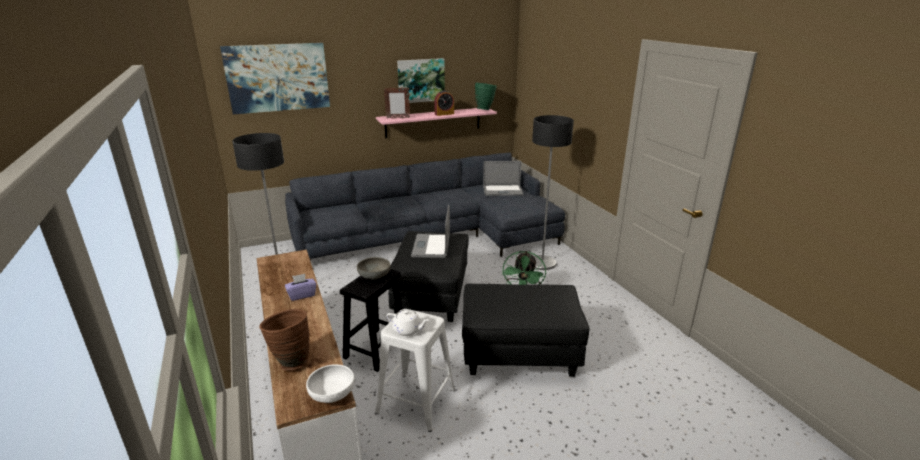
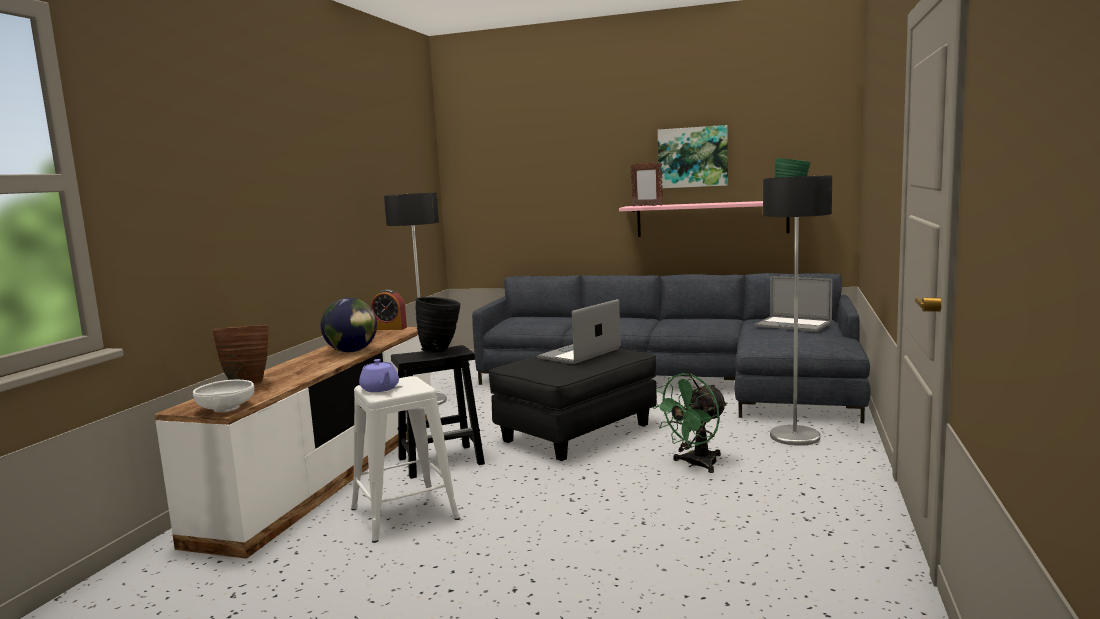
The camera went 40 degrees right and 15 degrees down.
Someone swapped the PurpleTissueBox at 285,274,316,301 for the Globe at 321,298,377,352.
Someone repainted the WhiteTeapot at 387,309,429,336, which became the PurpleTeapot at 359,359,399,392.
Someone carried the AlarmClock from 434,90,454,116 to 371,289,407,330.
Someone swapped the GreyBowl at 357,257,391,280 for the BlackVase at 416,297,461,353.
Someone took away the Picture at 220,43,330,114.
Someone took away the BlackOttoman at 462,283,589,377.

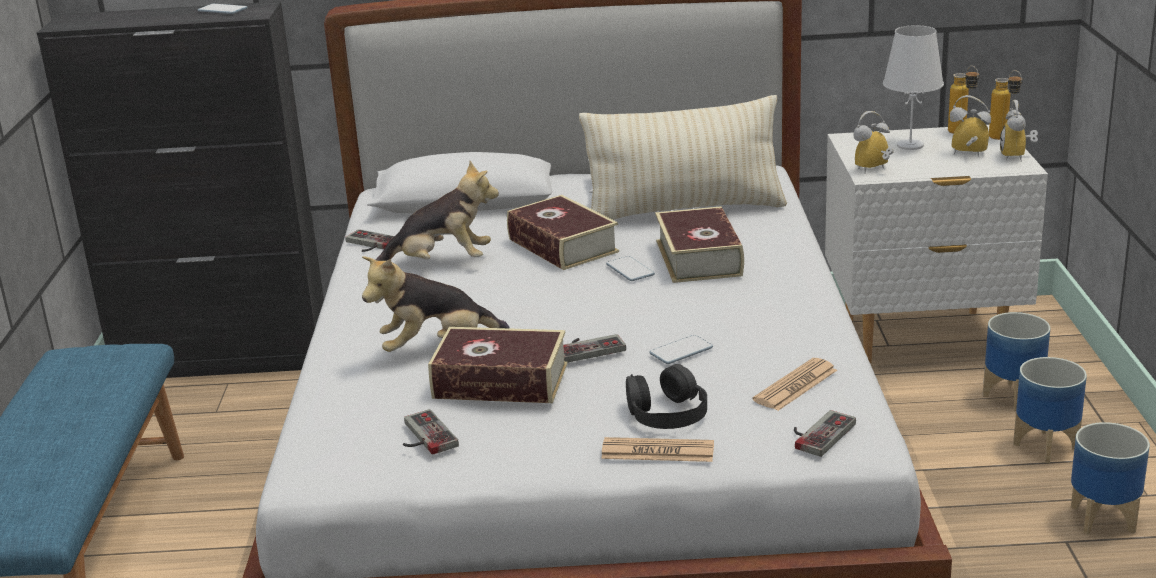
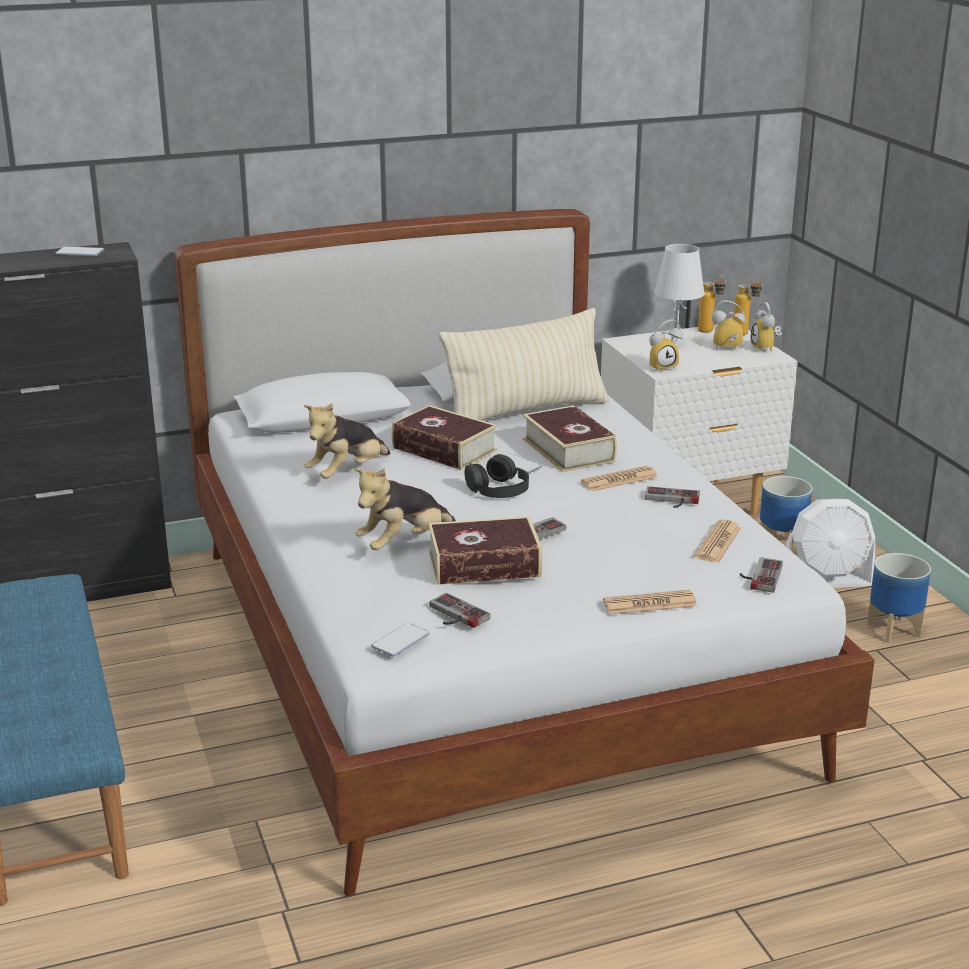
The camera went 20 degrees left and 0 degrees up.
Someone rotated the PlushToy at 375,161,499,261 by 150 degrees clockwise.
Someone carried the Phone from 649,335,713,364 to 371,623,430,656.
Someone carried the BlackHeadphones from 626,364,707,429 to 465,454,529,498.
Someone put down the Newspaper at 581,466,658,491.
Someone carried the GameController from 345,229,394,252 to 645,486,700,508.
Someone rotated the AlarmClock at 853,111,894,173 by 150 degrees counterclockwise.
Someone swapped the Planter at 1013,357,1087,463 for the WhiteFan at 785,499,875,588.

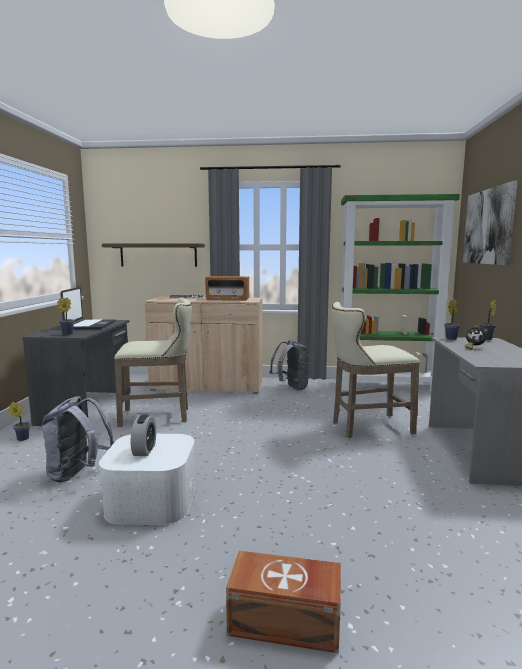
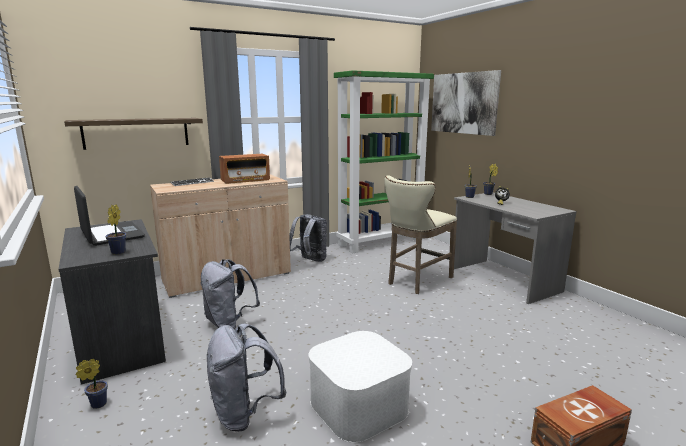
The camera went 35 degrees left and 5 degrees up.
Someone swapped the BeigeStool at 114,298,192,427 for the GreyBackpack at 201,259,260,329.
Someone took away the AlarmClock at 131,415,156,456.

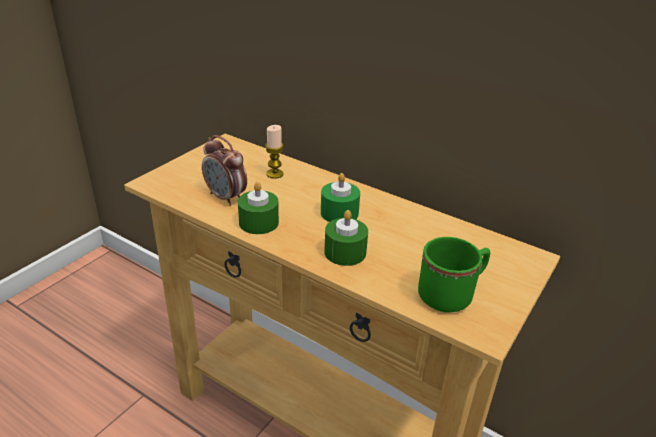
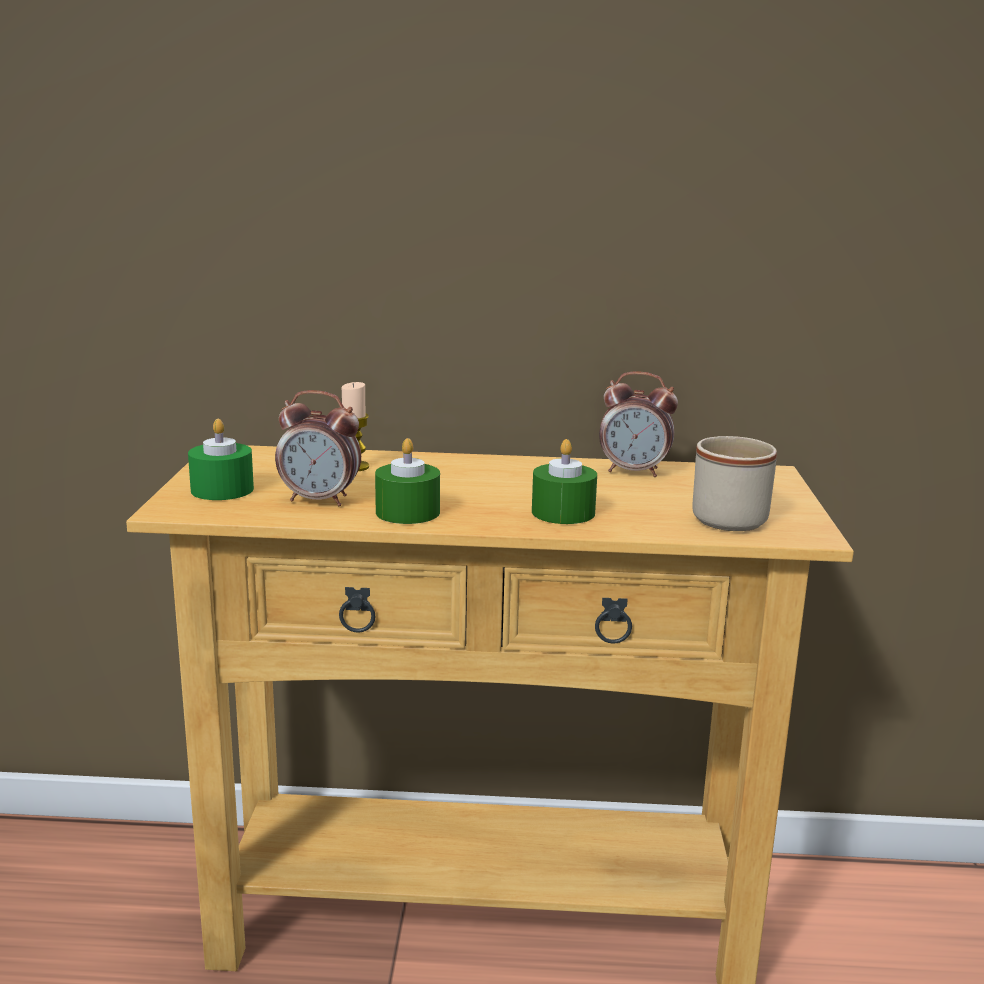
The camera went 30 degrees left and 15 degrees down.
Someone carried the GreenCandle from 321,173,360,222 to 188,419,254,500.
Someone put down the AlarmClock at 599,371,678,477.
Someone repainted the GreenMug at 418,237,490,312, which became the BeigeMug at 692,436,777,531.

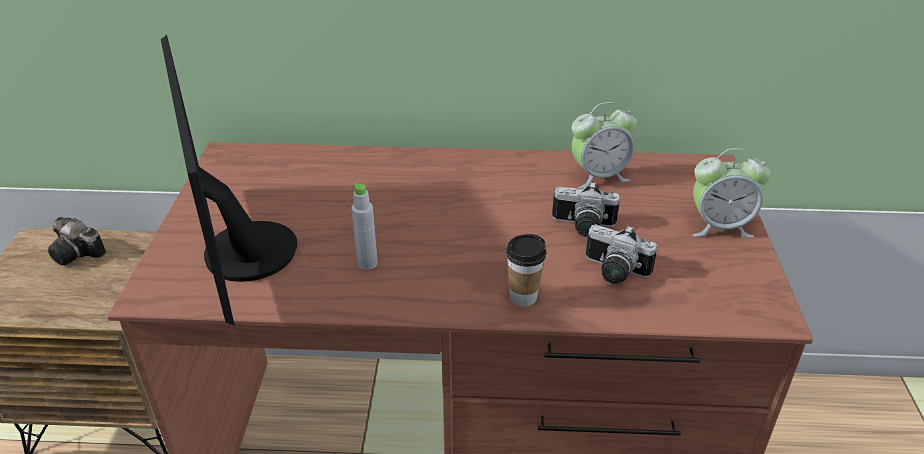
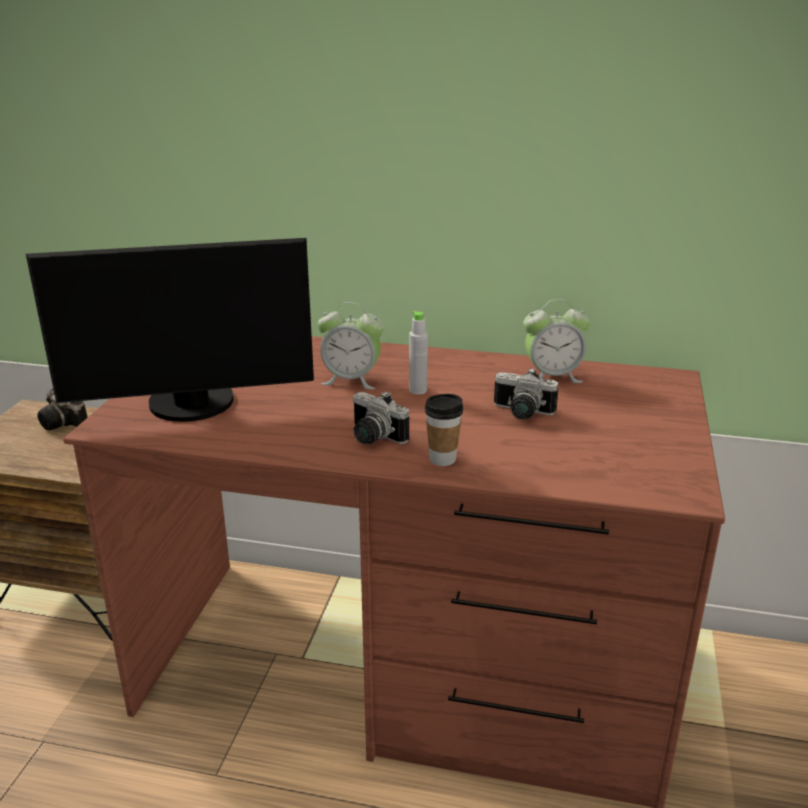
The camera went 10 degrees right and 10 degrees down.
Someone rotated the Monitor at 161,35,298,326 by 90 degrees counterclockwise.
Someone carried the AlarmClock from 693,148,771,238 to 318,302,384,389.
Someone carried the PhotoCamera from 586,225,657,284 to 352,391,409,444.
Someone carried the GreyBottle from 351,183,378,270 to 409,311,428,394.

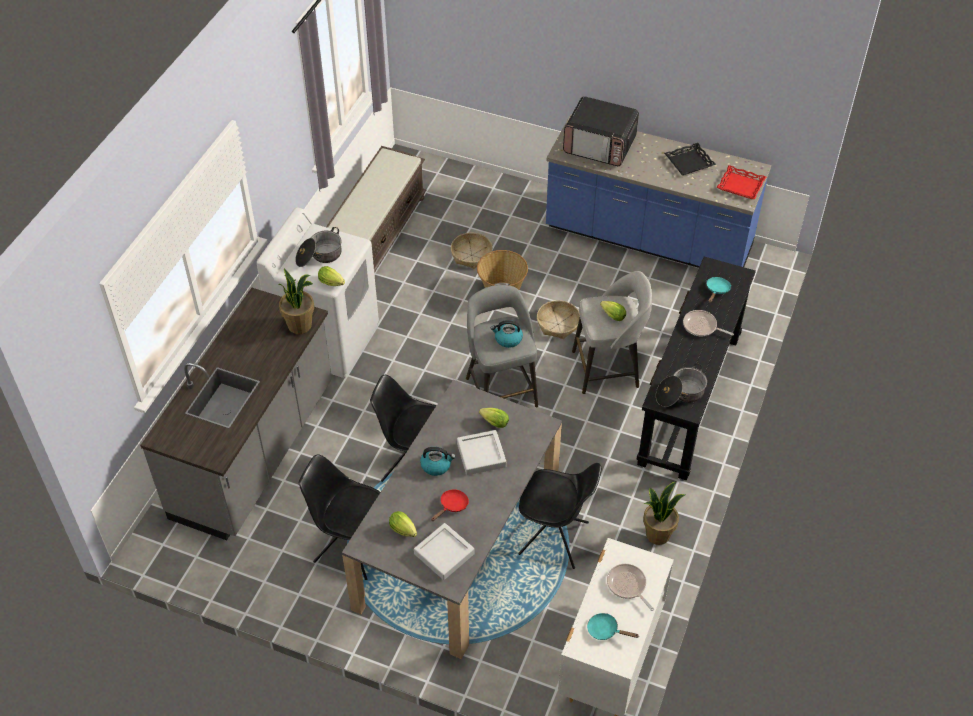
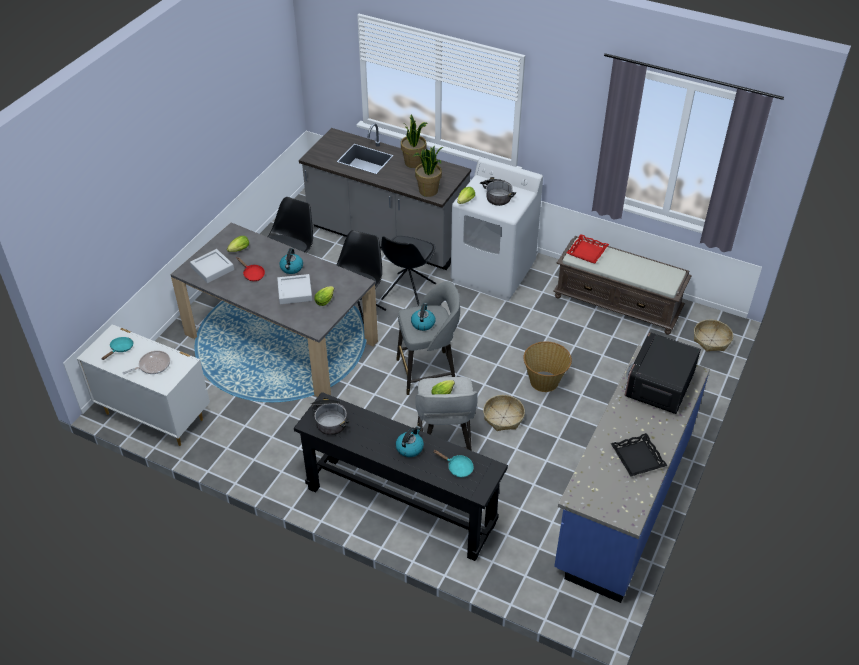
The camera went 95 degrees right and 5 degrees down.
Someone carried the BlackChair from 518,463,601,569 to 381,235,436,305.
Someone swapped the FryingPan at 683,310,734,336 for the Kettle at 396,426,424,457.
Someone carried the PottedPlant from 643,481,685,545 to 401,114,428,168.
Someone carried the RedTray from 717,165,766,199 to 567,234,609,263.
Someone carried the Basket from 451,233,492,269 to 694,320,733,352.

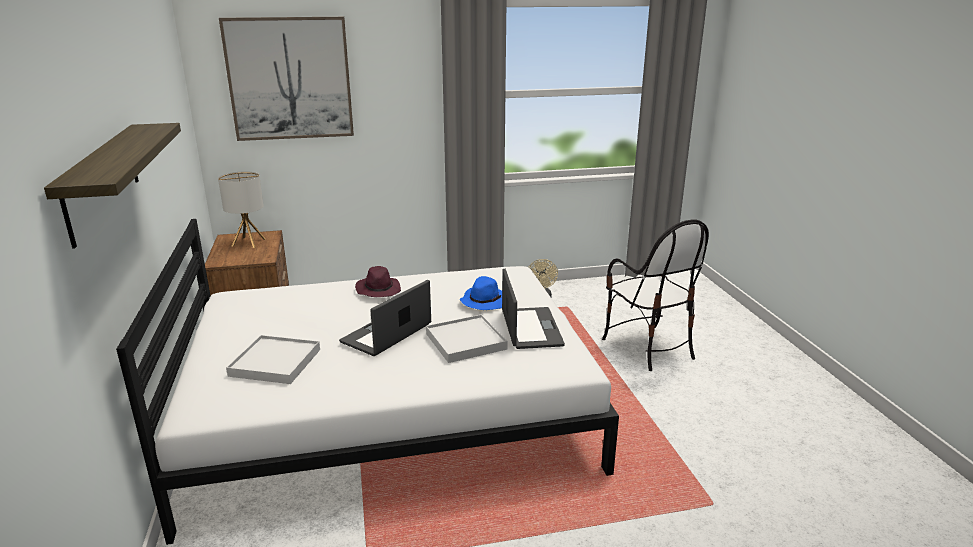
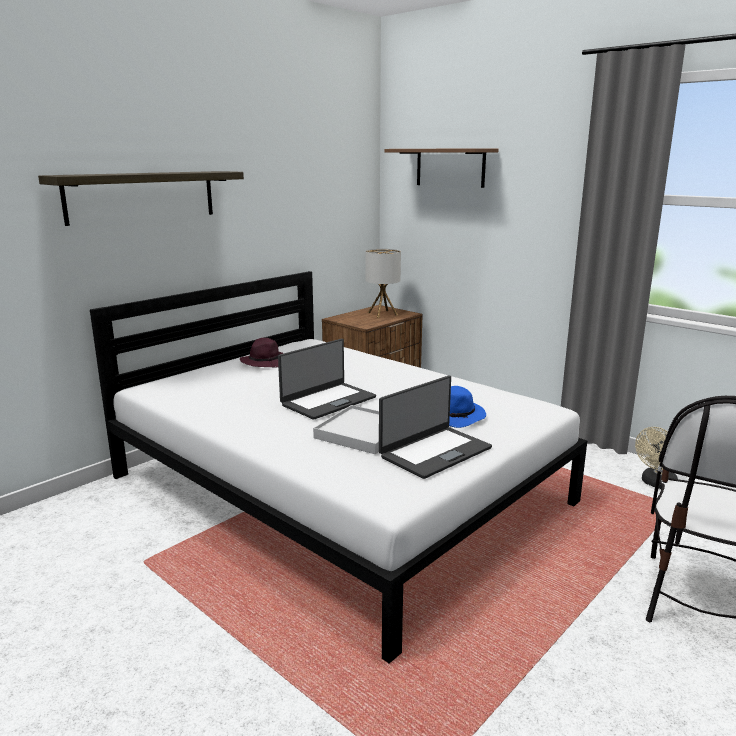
The camera went 55 degrees right and 5 degrees down.
Someone carried the PurpleHat from 355,266,401,297 to 240,338,284,368.
Someone rotated the Laptop at 339,280,431,356 by 135 degrees clockwise.
Someone swapped the Picture at 219,17,354,141 for the BrownShelf at 385,148,499,188.
Someone took away the WhiteTray at 226,335,320,384.

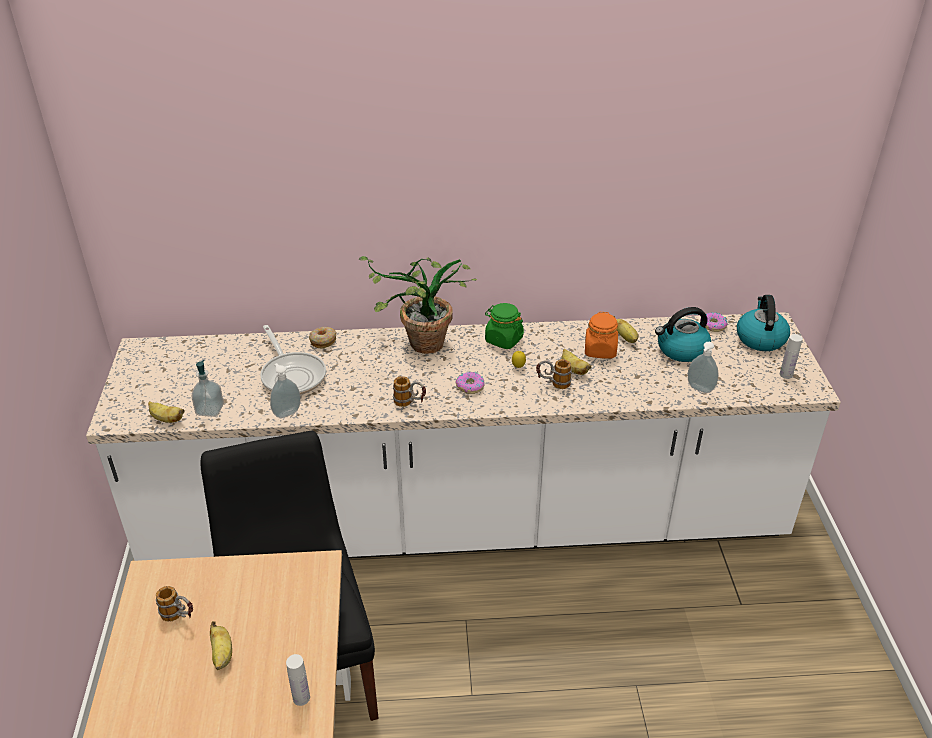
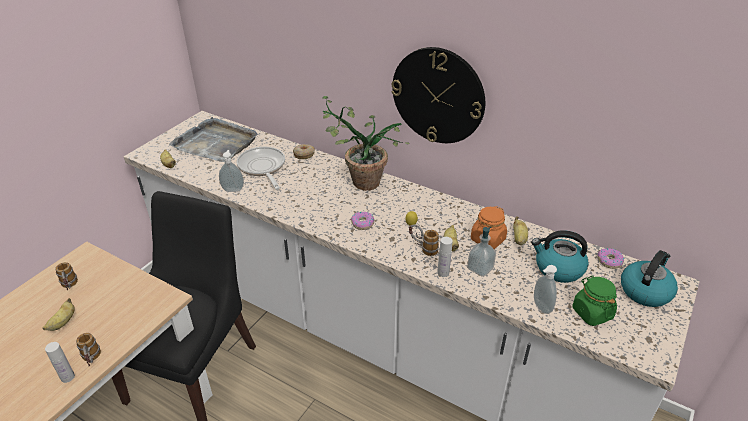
The camera went 35 degrees right and 0 degrees up.
Someone carried the Mug from 393,376,426,407 to 76,333,101,366.
Someone put down the GreyTray at 169,117,257,162.
Someone rotated the FryingPan at 260,325,326,395 by 150 degrees clockwise.
Someone put up the WallClock at 391,47,485,143.
Someone carried the WhiteBottle from 780,334,803,379 to 437,237,453,277.
Someone carried the SoapDispenser from 192,360,224,417 to 467,227,496,277.
Someone carried the GreenJar from 485,303,524,349 to 572,276,617,326.

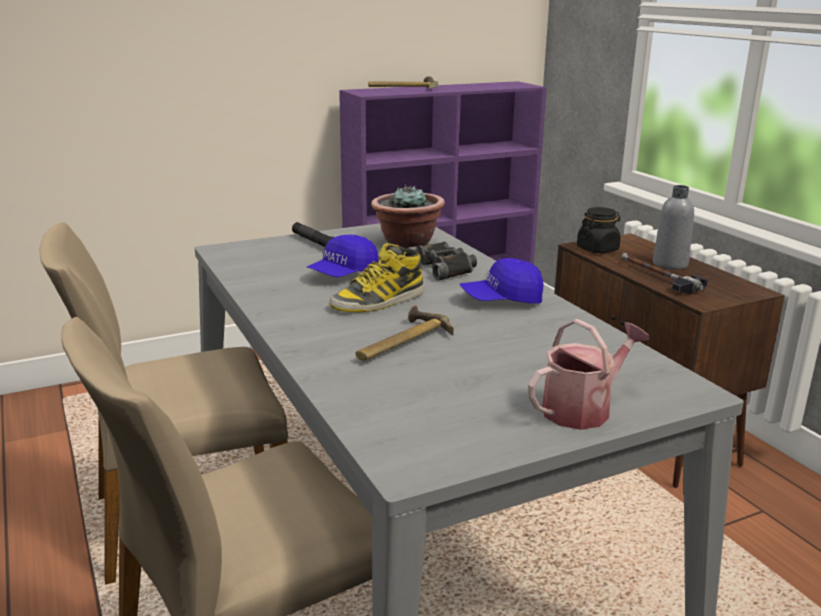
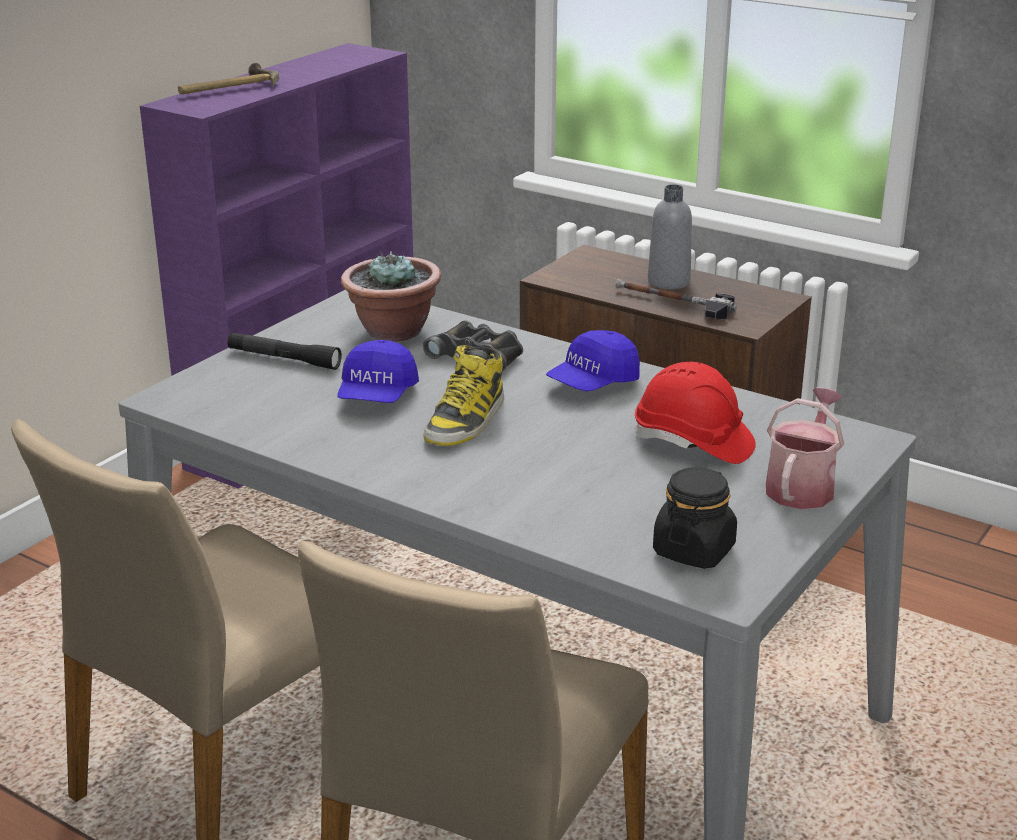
The camera went 30 degrees left and 5 degrees up.
Someone put down the RedHardHat at 635,362,756,464.
Someone carried the BlackJar from 577,207,621,253 to 653,467,737,569.
Someone took away the Hammer at 356,305,454,361.

